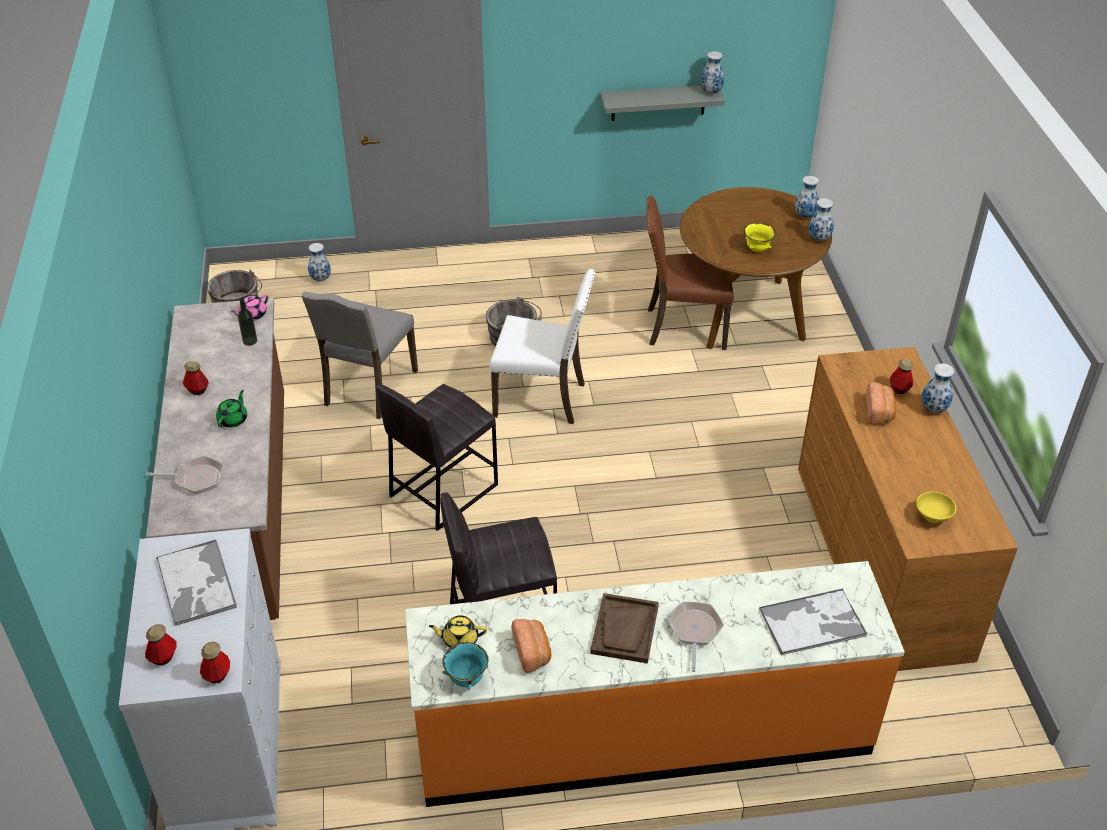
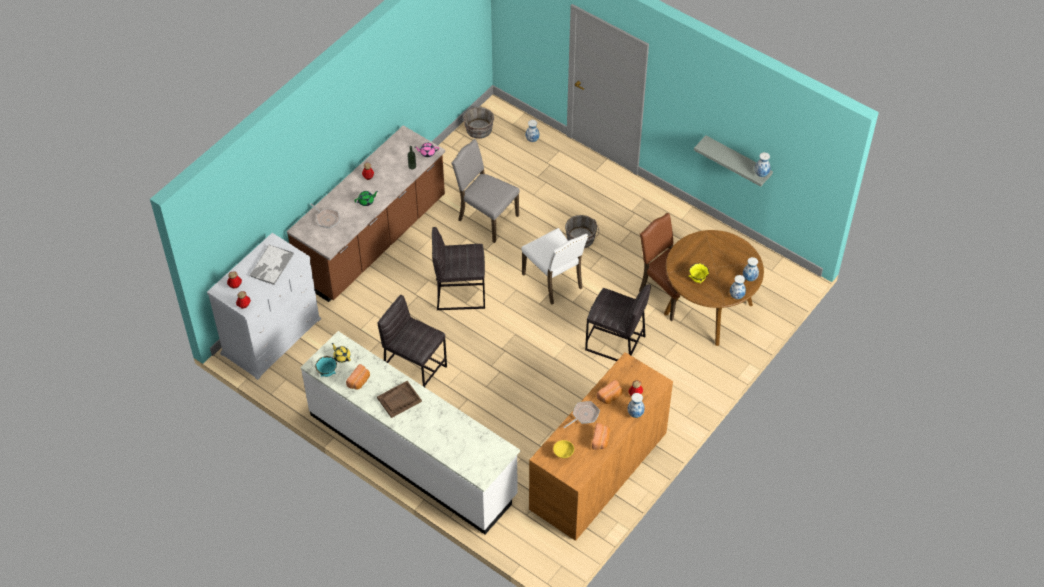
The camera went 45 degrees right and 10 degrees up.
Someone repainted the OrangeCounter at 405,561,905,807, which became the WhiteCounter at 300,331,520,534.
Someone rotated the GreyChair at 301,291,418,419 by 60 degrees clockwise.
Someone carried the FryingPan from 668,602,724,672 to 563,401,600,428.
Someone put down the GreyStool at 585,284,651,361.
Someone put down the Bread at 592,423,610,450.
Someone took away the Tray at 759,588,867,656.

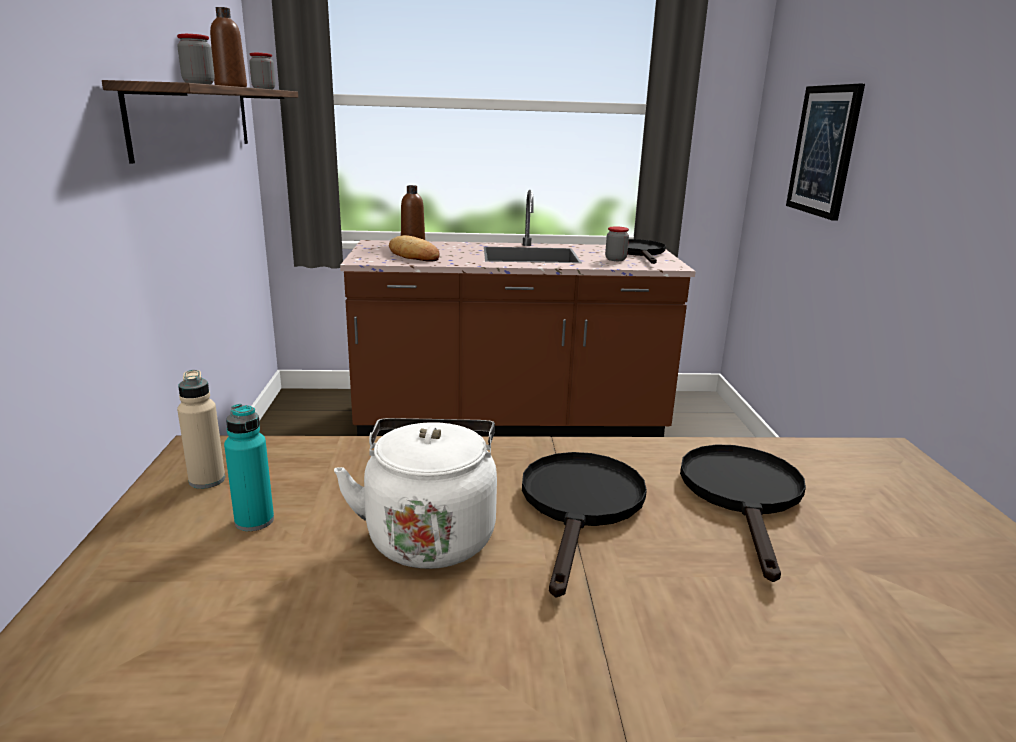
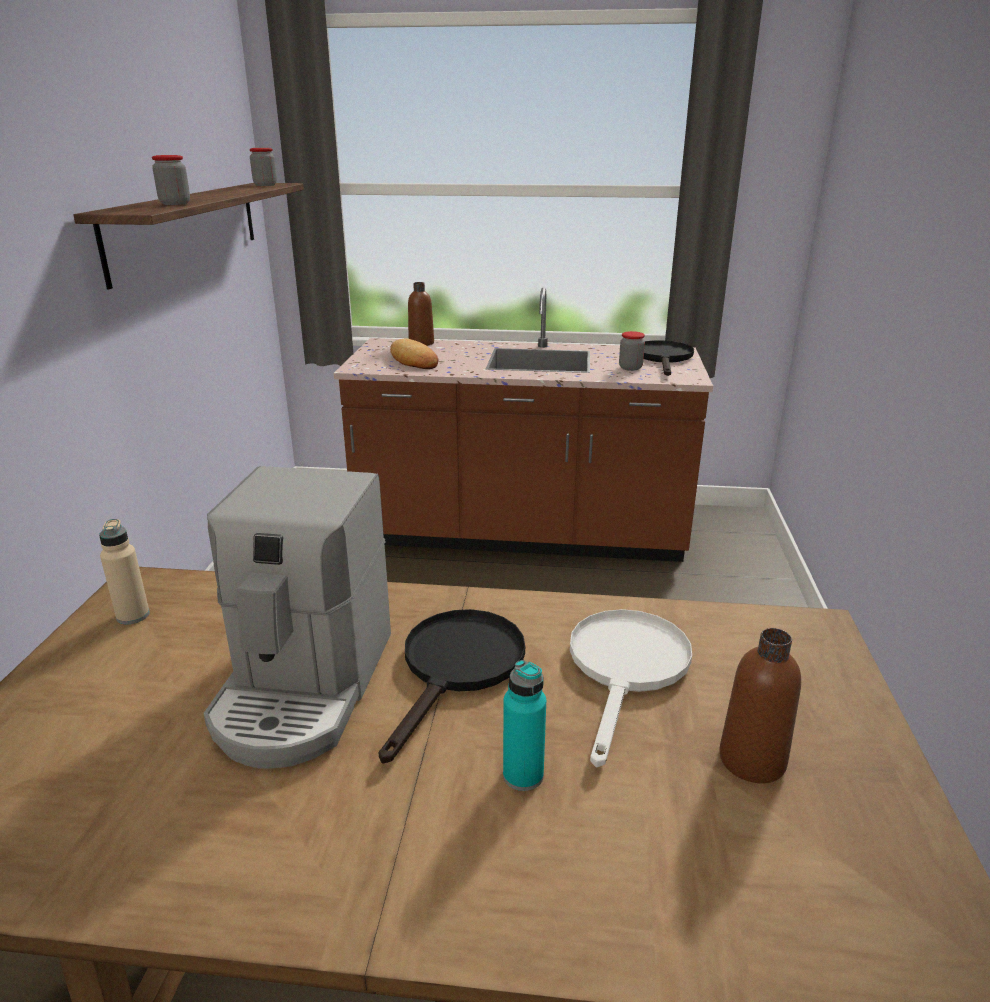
The camera went 10 degrees right and 5 degrees up.
Someone swapped the WhiteKettle at 334,418,497,569 for the CoffeeMachine at 203,466,391,769.
Someone carried the TurquoiseBottle from 224,404,274,531 to 503,660,546,791.
Someone repainted the BlackFryingPan at 680,444,806,582, which became the WhiteFryingPan at 570,609,692,767.
Someone carried the BrownBottle from 210,7,247,87 to 719,628,801,783.
Someone took away the Picture at 786,83,865,221.

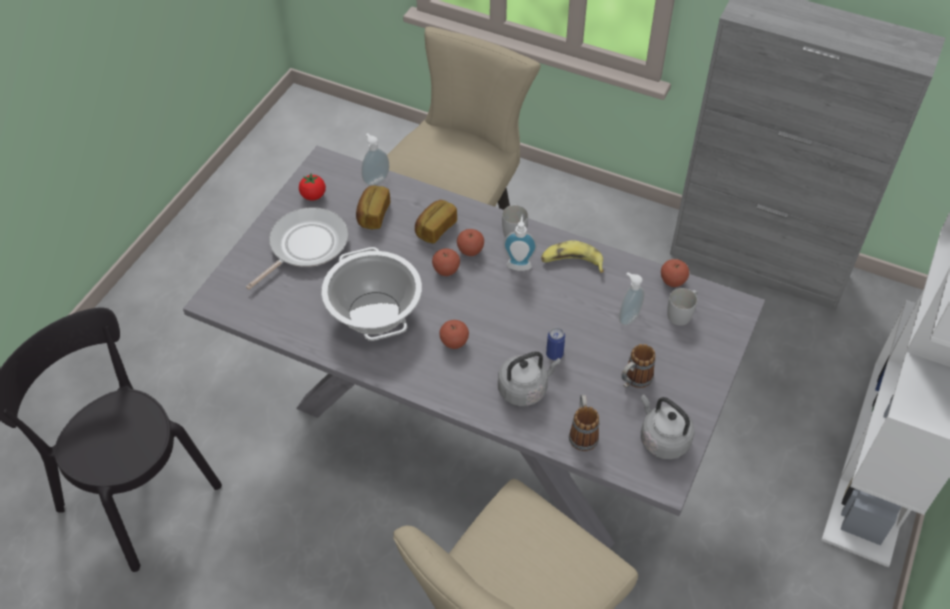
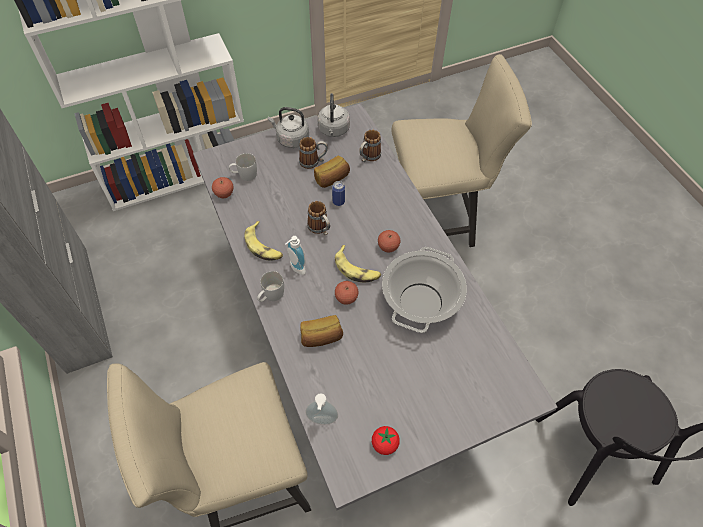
The camera went 140 degrees left and 5 degrees up.
Someone carried the GreyKettle from 498,351,561,406 to 268,107,309,148.
Someone put down the Mug at 307,201,330,235.
Someone carried the Bread from 356,186,390,229 to 314,156,350,188.
Someone put down the Banana at 335,245,381,282.
Someone took away the FryingPan at 246,207,349,290.
Someone took away the Apple at 457,229,484,256.
Someone took away the SoapDispenser at 619,272,645,326.

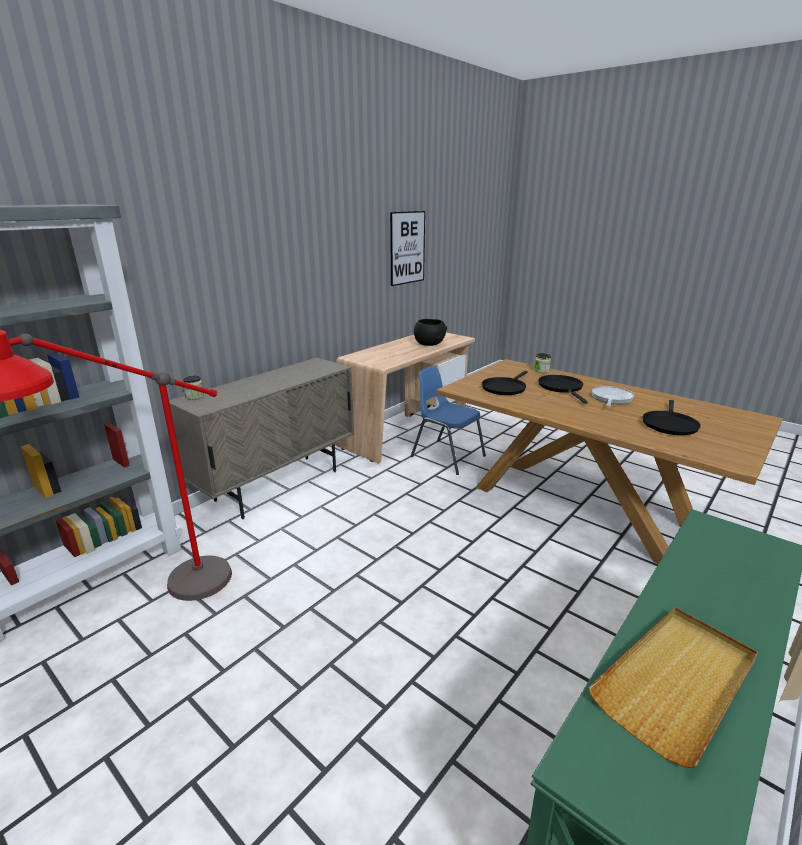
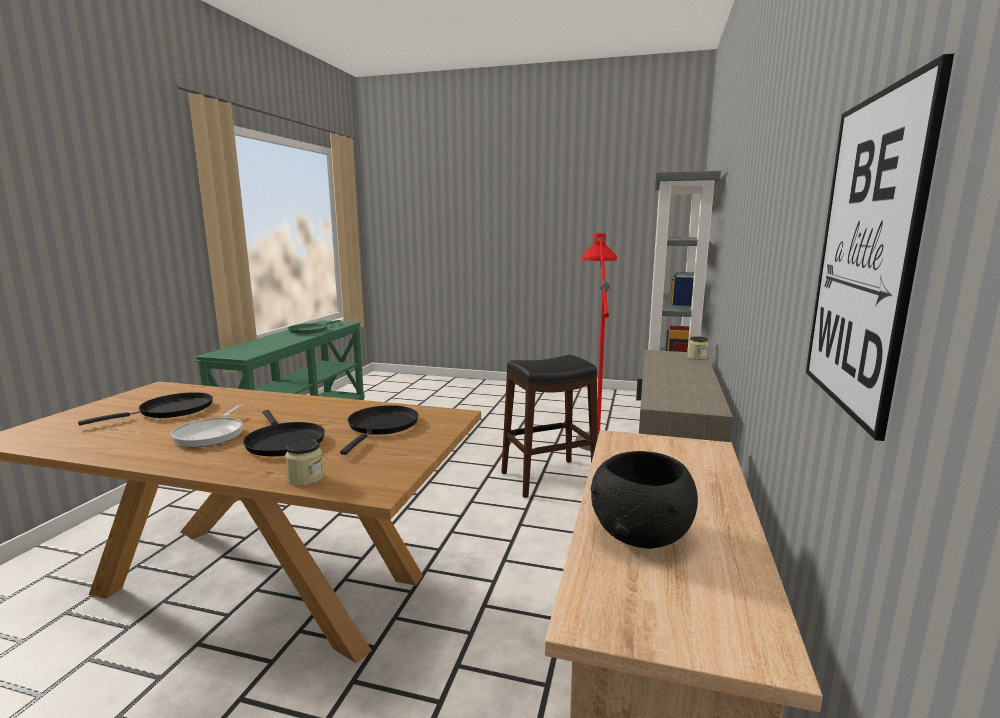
The camera went 155 degrees right and 10 degrees down.
Someone rotated the BlackFryingPan at 643,400,701,435 by 45 degrees clockwise.
Someone swapped the BeigeTray at 588,607,758,768 for the GreenFryingPan at 288,320,340,334.
Someone put down the BlackStool at 501,355,597,498.
Someone took away the BlueChair at 411,366,486,475.

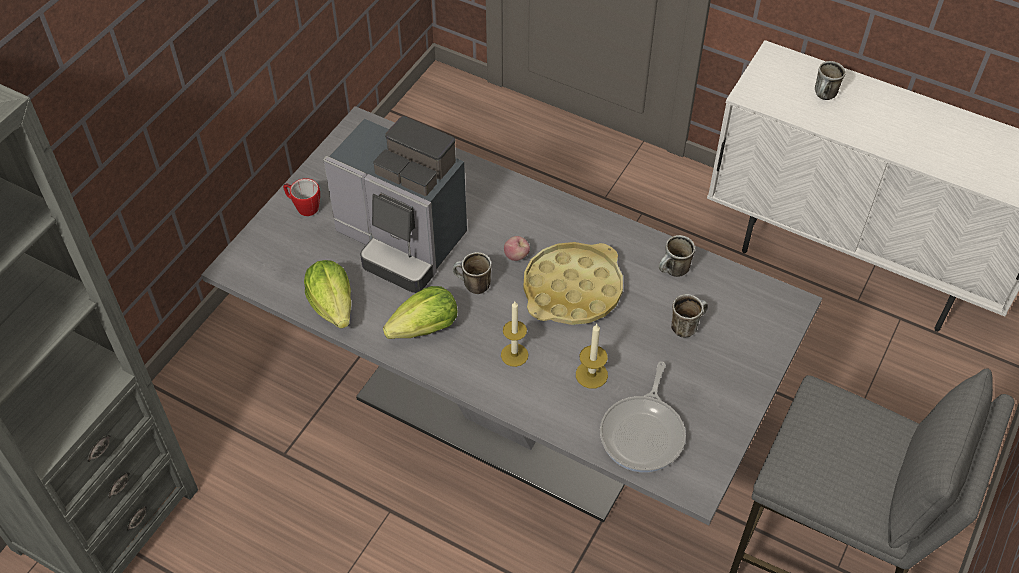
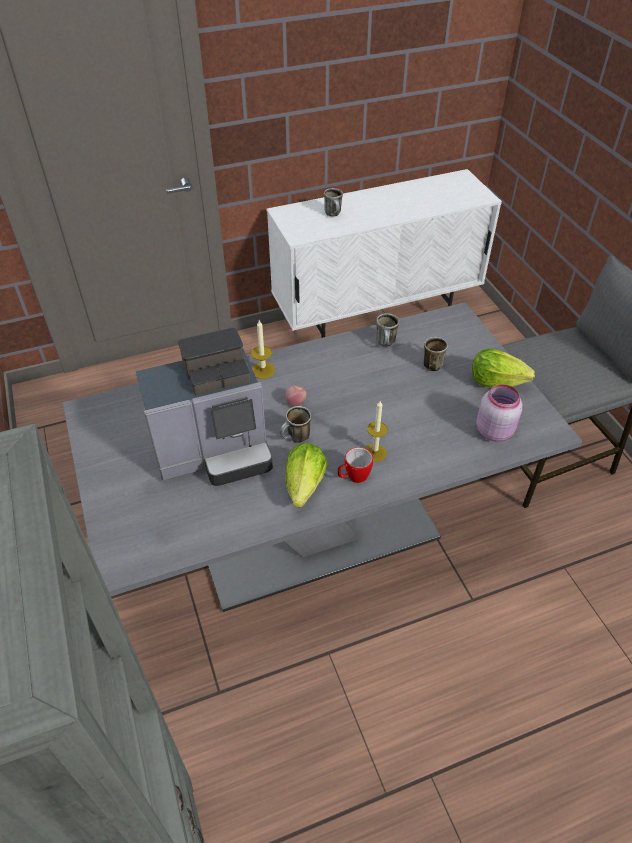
The camera went 50 degrees left and 5 degrees down.
Someone carried the Candle from 576,324,608,388 to 251,320,275,379.
Someone carried the Mug from 283,178,320,216 to 338,447,373,483.
Someone carried the Lettuce from 304,260,351,329 to 472,348,535,387.
Someone swapped the FryingPan at 600,362,686,473 for the PinkJar at 476,384,523,442.
Someone took away the YellowTray at 523,242,623,325.

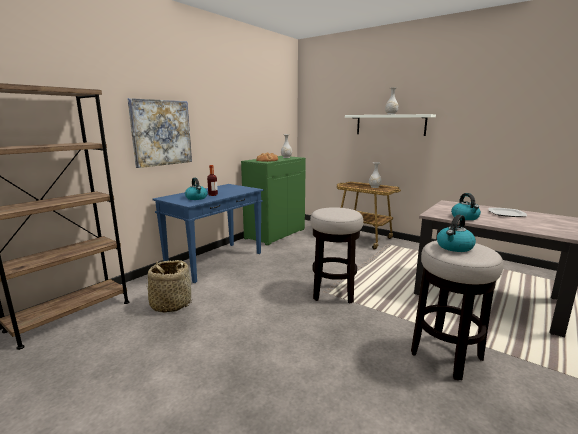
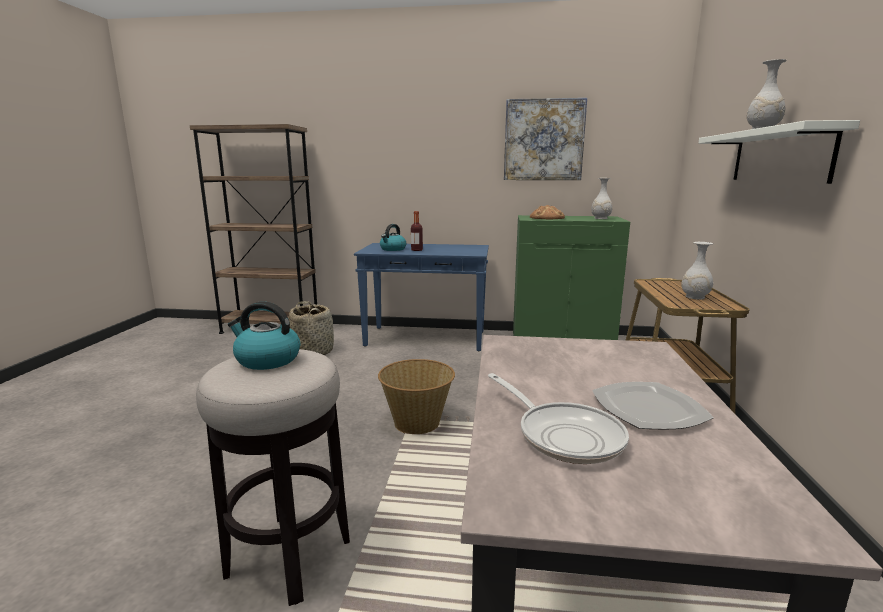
The camera went 60 degrees right and 0 degrees up.
Someone swapped the Stool at 310,207,363,304 for the Basket at 378,359,455,434.
Someone put down the FryingPan at 488,373,629,464.
Someone carried the Picture from 127,98,192,168 to 504,98,587,180.
Someone took away the Kettle at 451,193,481,220.

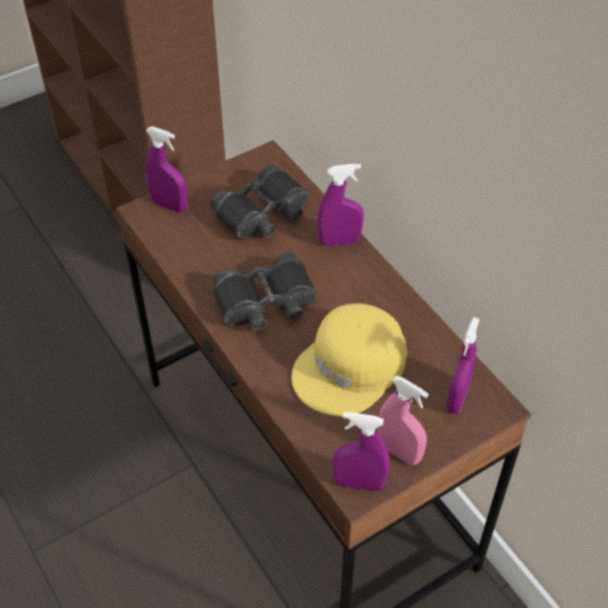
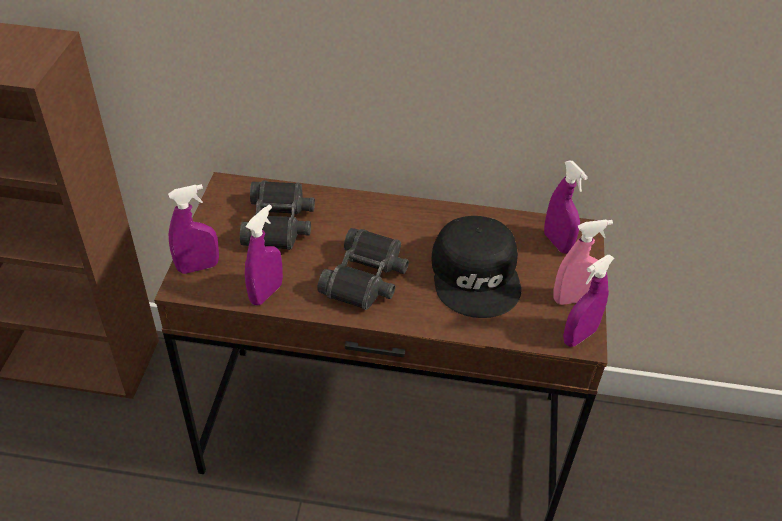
The camera went 50 degrees left and 5 degrees down.
Someone carried the PurpleSprayBottle from 317,163,364,246 to 245,204,283,306.
Someone repainted the YellowCap at 291,303,407,416, which became the BlackCap at 432,216,521,318.

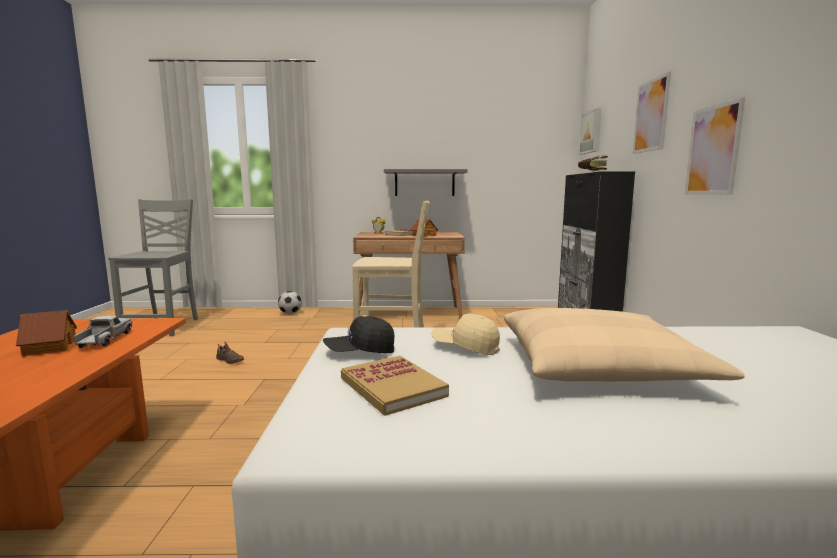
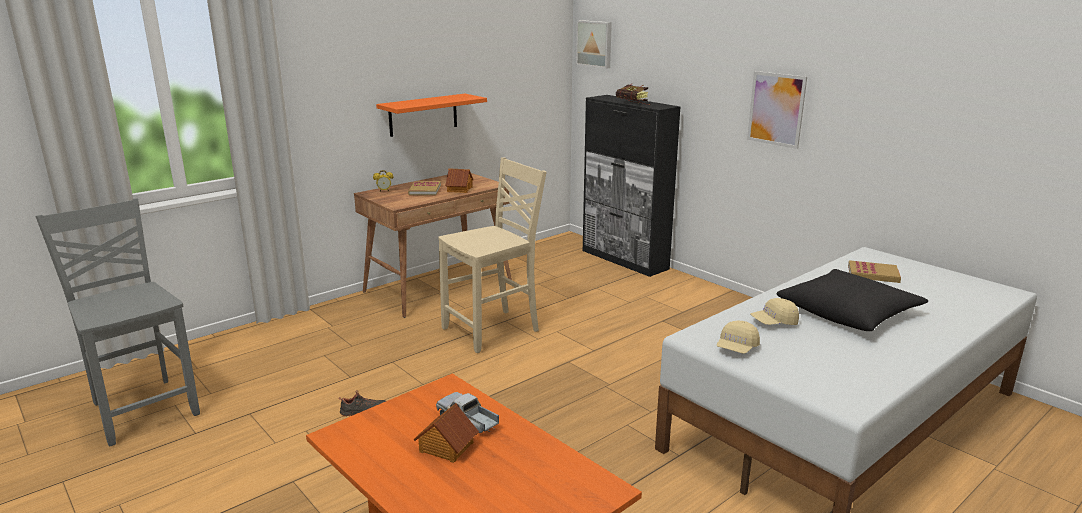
The camera went 40 degrees left and 10 degrees up.
Someone repainted the GreyShelf at 384,169,467,196, which became the OrangeShelf at 376,94,487,137.
Someone repainted the BlackCap at 323,316,394,353, which became the BeigeCap at 717,321,760,354.
Someone repainted the BeigePillow at 504,308,745,381, which became the BlackPillow at 776,269,928,331.
Someone carried the Book from 341,355,449,416 to 848,260,901,283.
Someone took away the Football at 278,291,302,314.
Someone took away the Picture at 633,72,671,154.

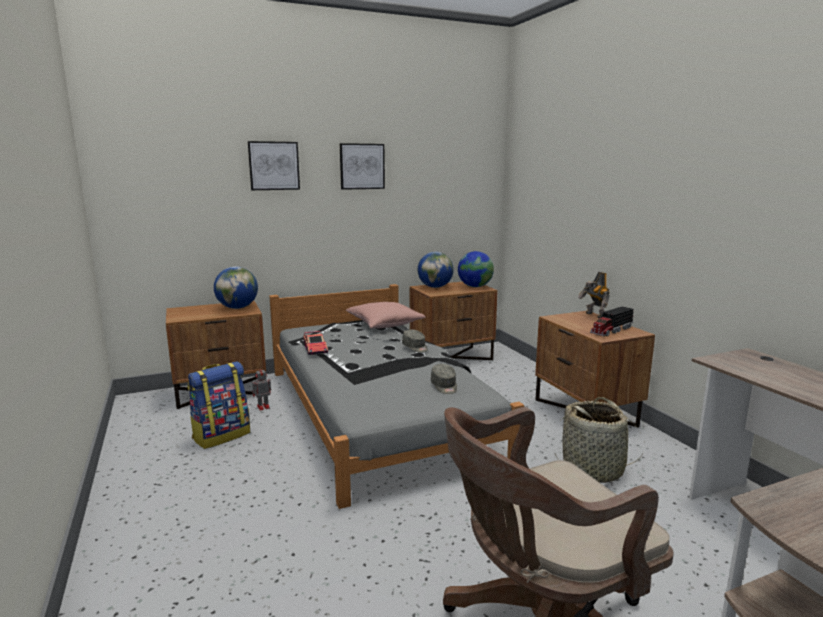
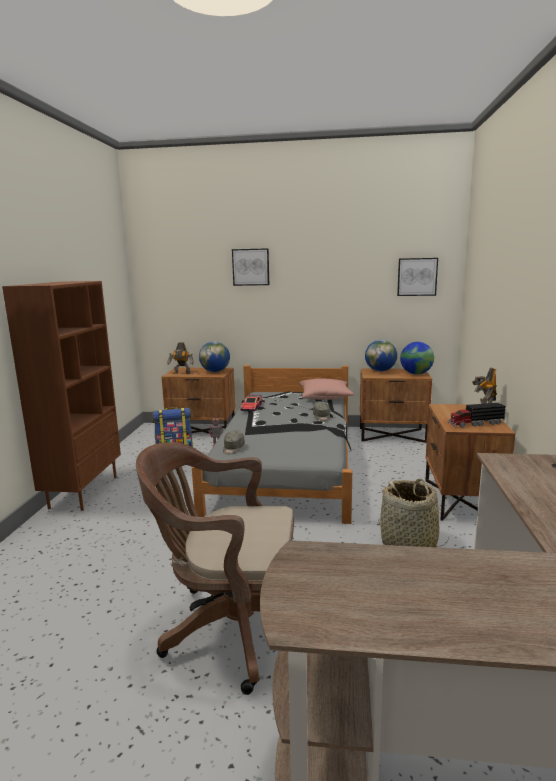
The camera went 30 degrees right and 0 degrees up.
Someone put down the BrownBookcase at 2,281,121,511.
Someone put down the ToyRobot at 167,343,194,374.
Someone carried the GreyCap from 431,364,457,394 to 223,430,245,454.
Someone carried the Picture from 340,143,385,190 to 397,258,438,296.

